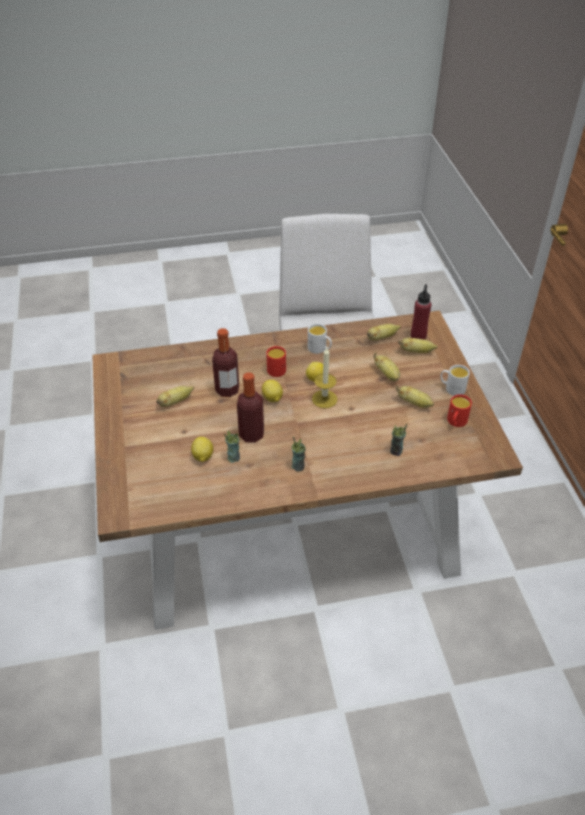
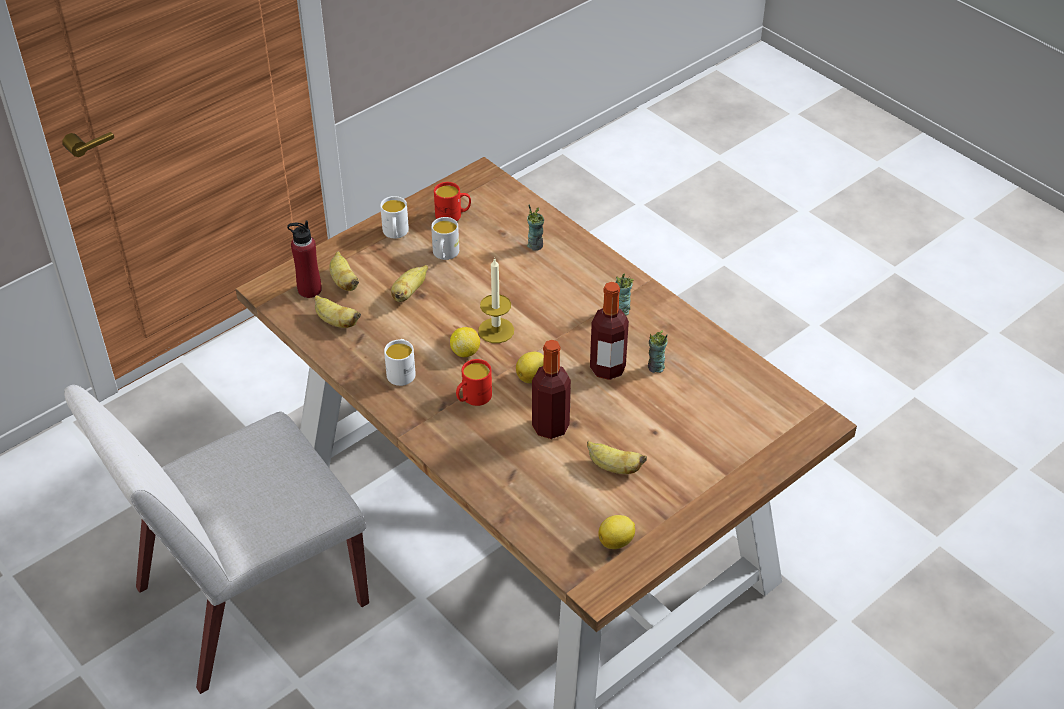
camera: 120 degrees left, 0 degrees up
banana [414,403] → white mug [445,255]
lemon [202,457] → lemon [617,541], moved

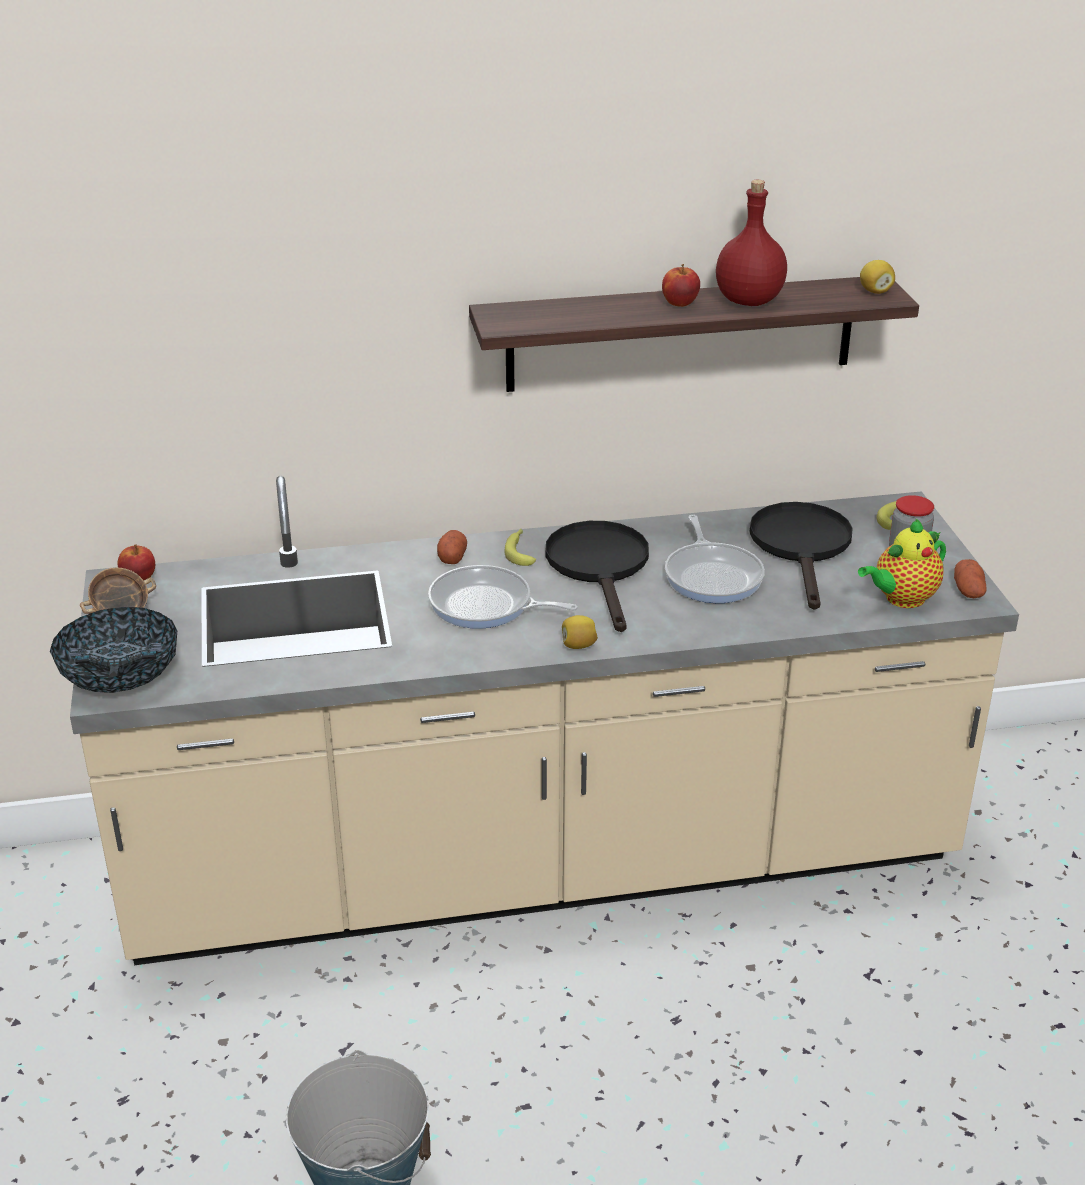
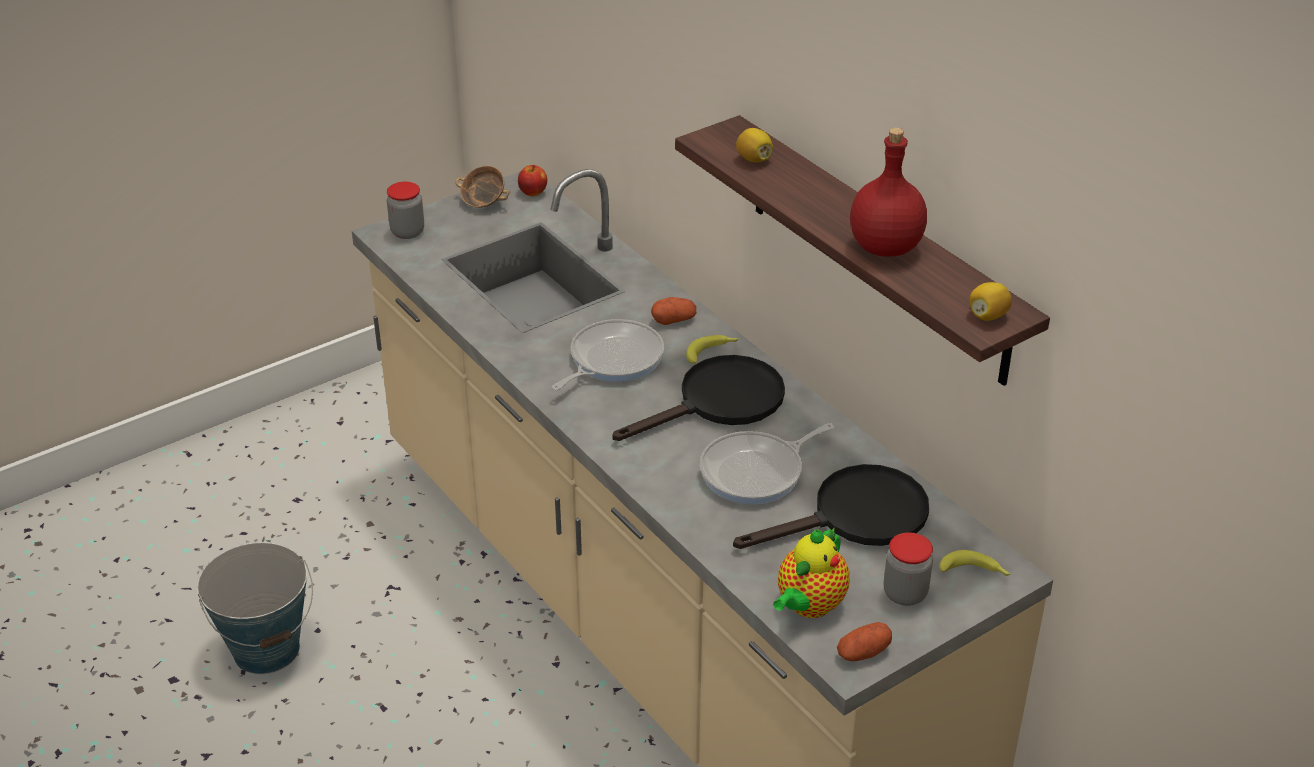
camera: 65 degrees right, 5 degrees up
bowl [120,676] → jar [407,232]
frying pan [486,605] → frying pan [612,360], 45 degrees clockwise
lemon [578,645] → lemon [754,159], moved
teapot [901,599] → teapot [808,606], 90 degrees counterclockwise
apple [679,303] → -

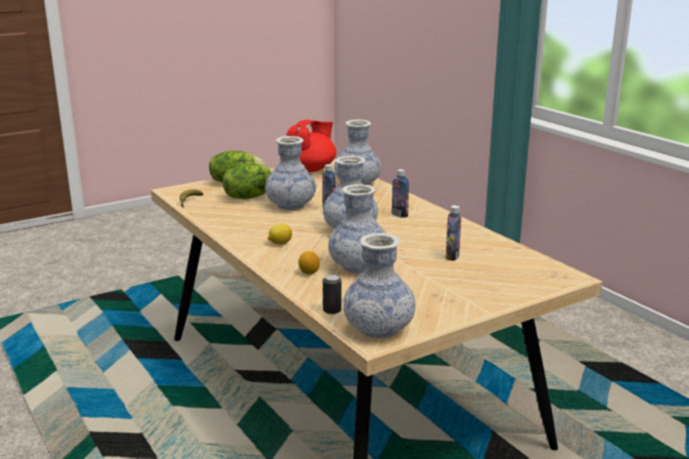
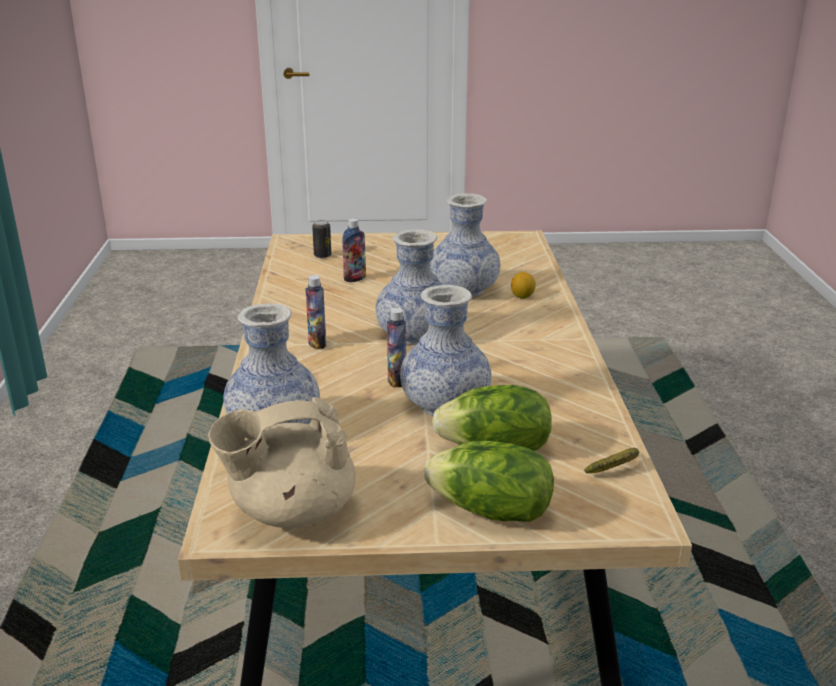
camera: 150 degrees left, 5 degrees up
red teapot [311,169] → beige teapot [291,512]
can [332,310] → can [322,255], moved
lemon [280,244] → -
vase [378,329] → -

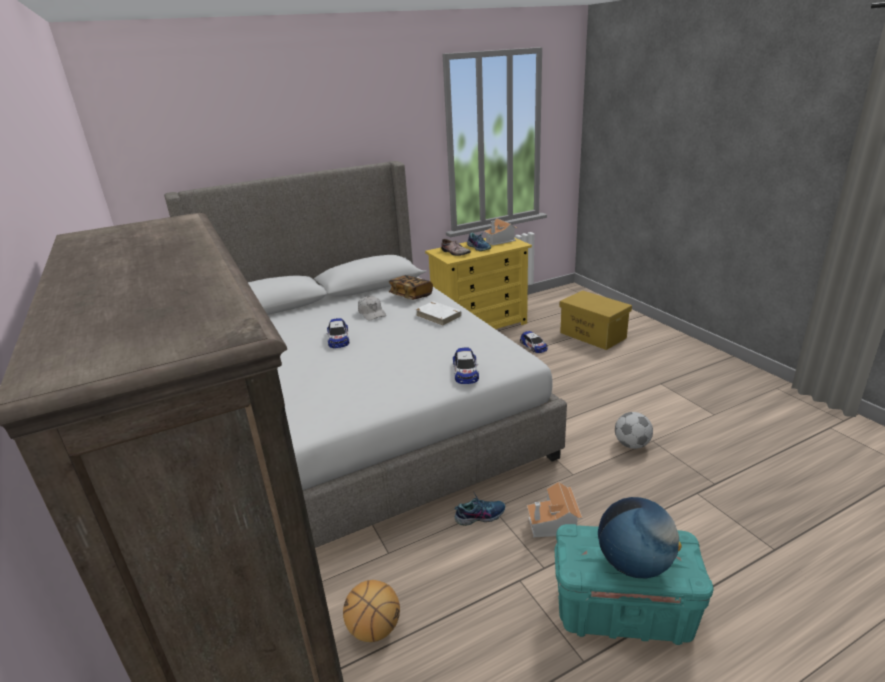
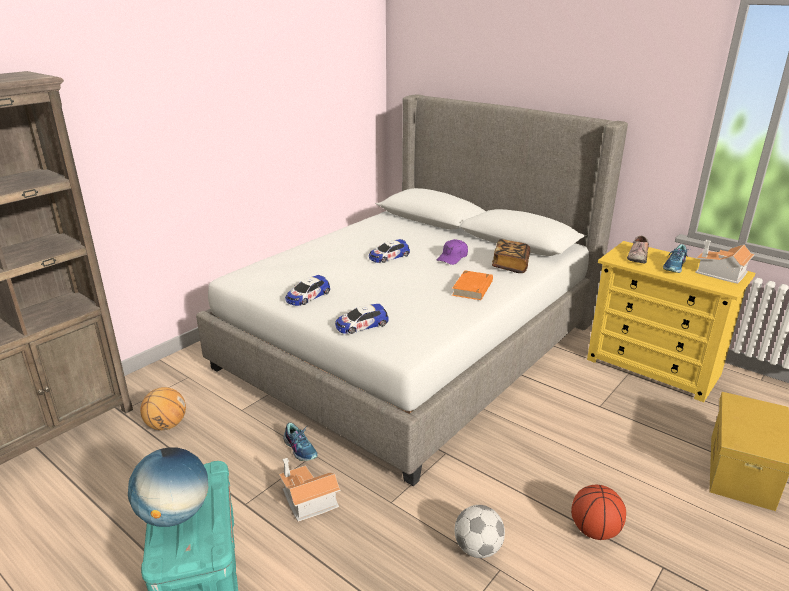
camera: 65 degrees right, 0 degrees up
toy car [533,346] → toy car [308,296], moved
white cap [372,313] → purple cap [452,257]
white book [438,316] → orange book [473,288]
- → basketball [594,530]

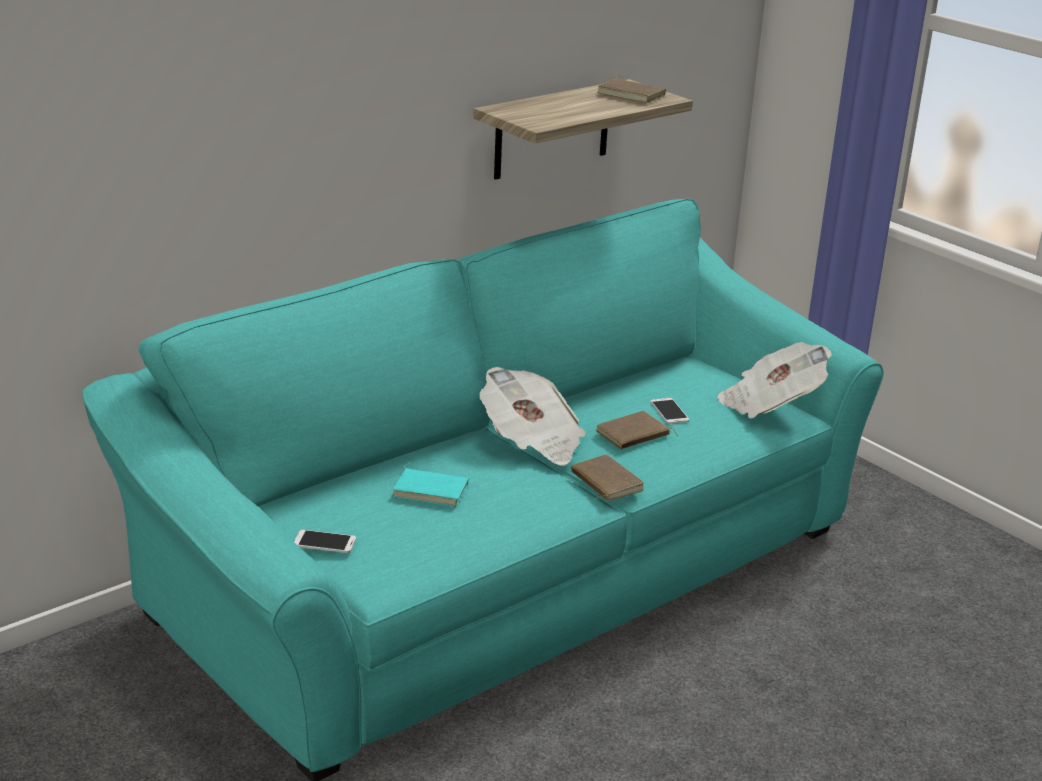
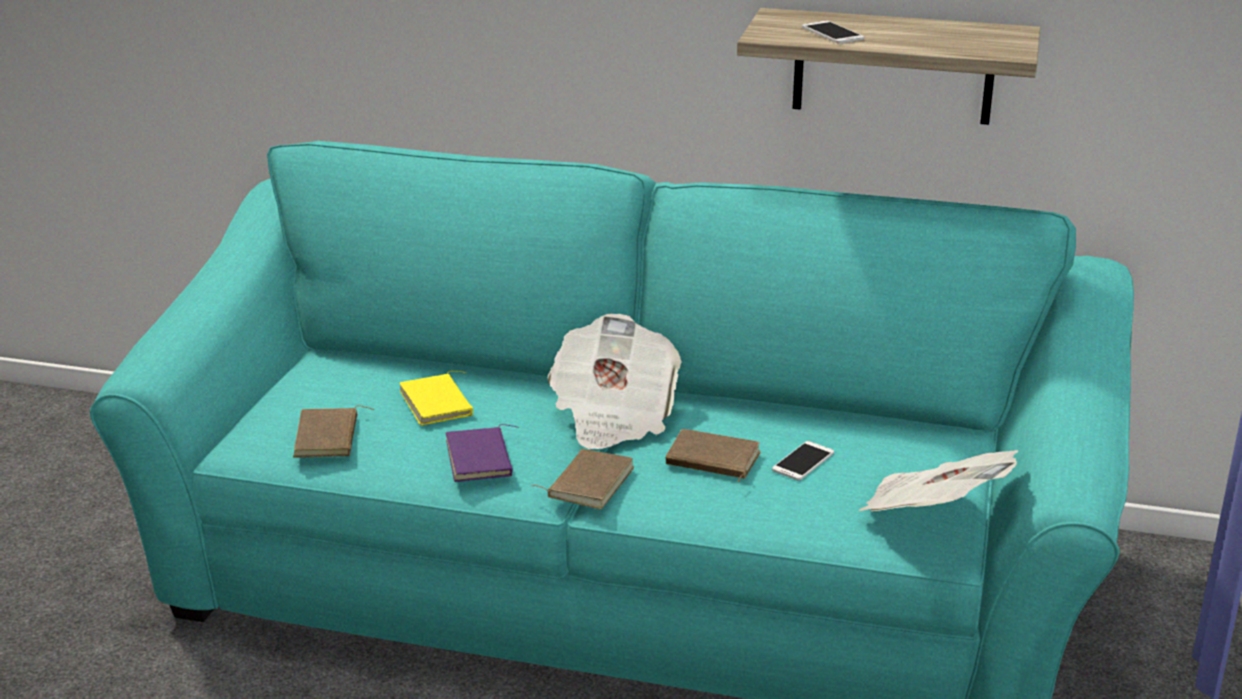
camera: 55 degrees right, 0 degrees up
brown book [632,94] → brown book [329,438], moved
turquoise book [431,490] → yellow book [439,403]
- → purple book [482,459]
phone [324,542] → phone [832,33], moved

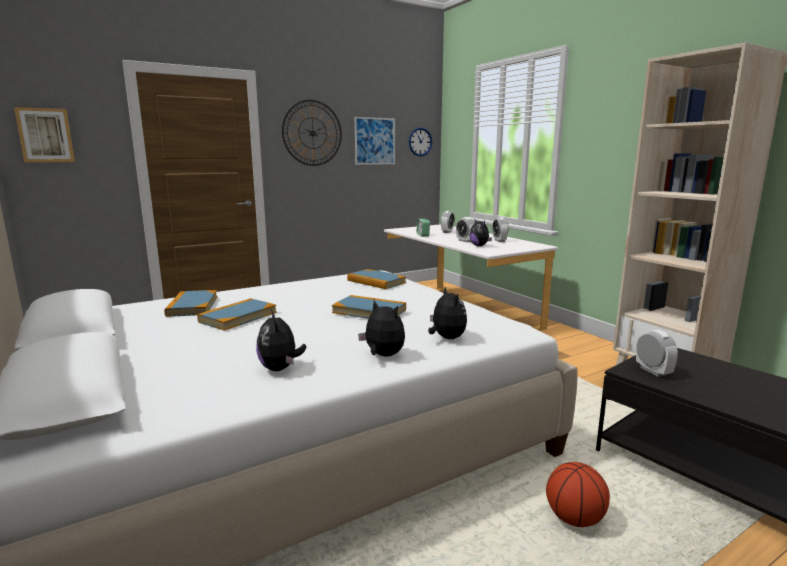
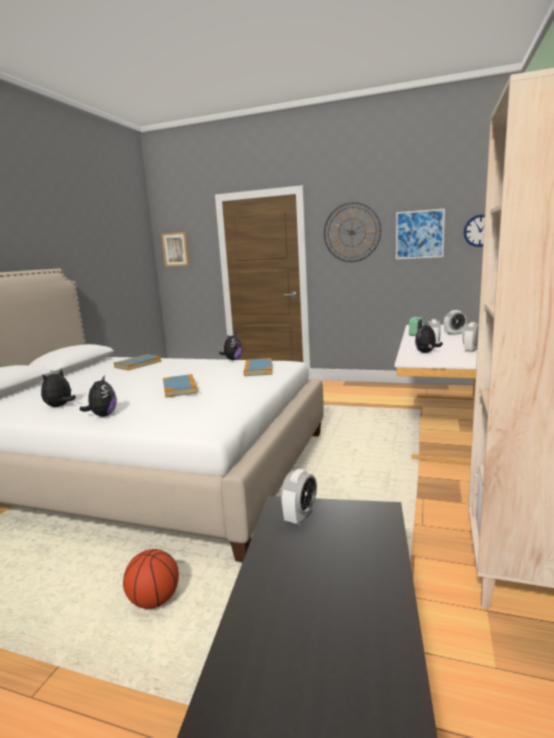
camera: 50 degrees right, 0 degrees up
plush toy [446,338] → plush toy [233,359], moved
book [238,317] → -

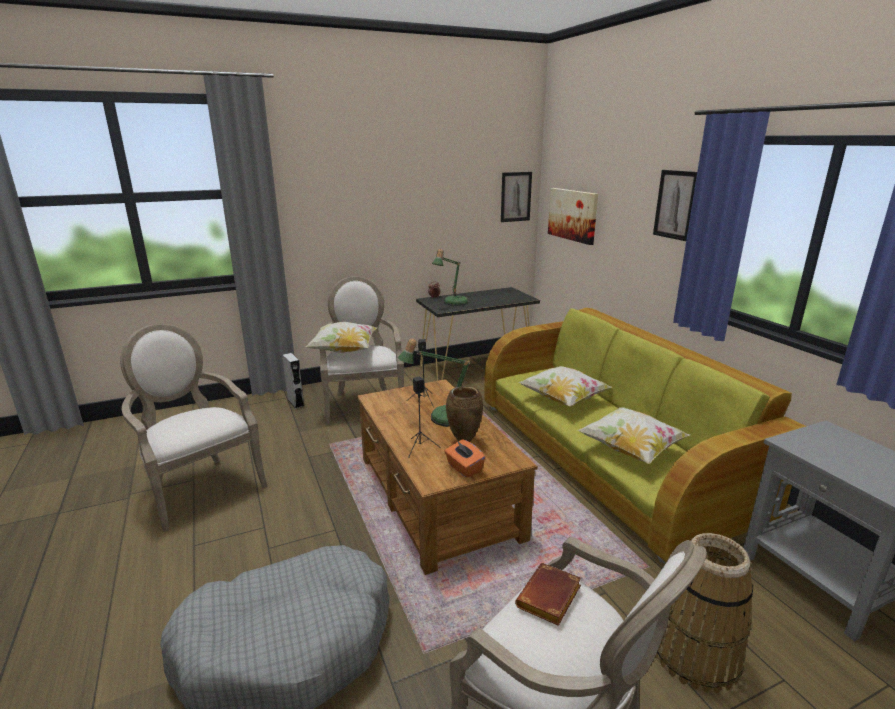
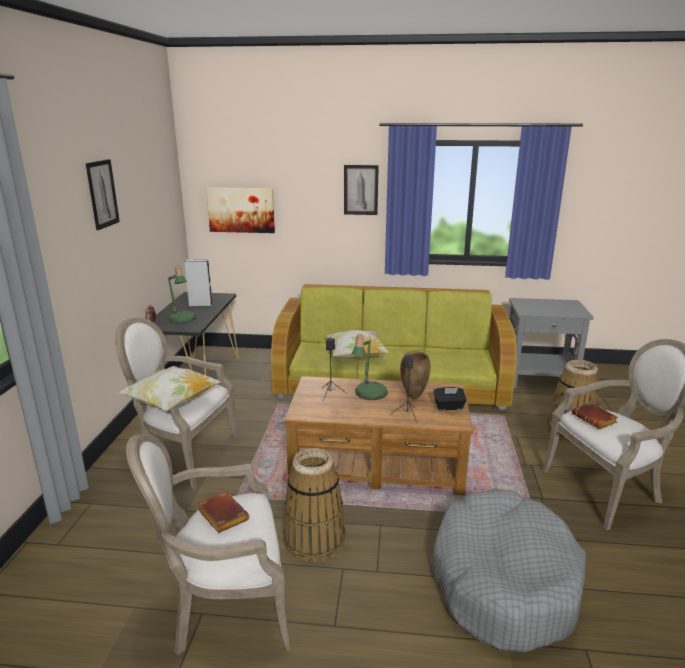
camera: 60 degrees left, 0 degrees up
picture [515,197] → picture [102,194], moved
grey speaker [295,402] → grey speaker [200,305], moved
- → brown book [221,515]
- → basket [314,539]
orange tissue box [464,468] → black tissue box [449,407]
pillow [630,450] → -

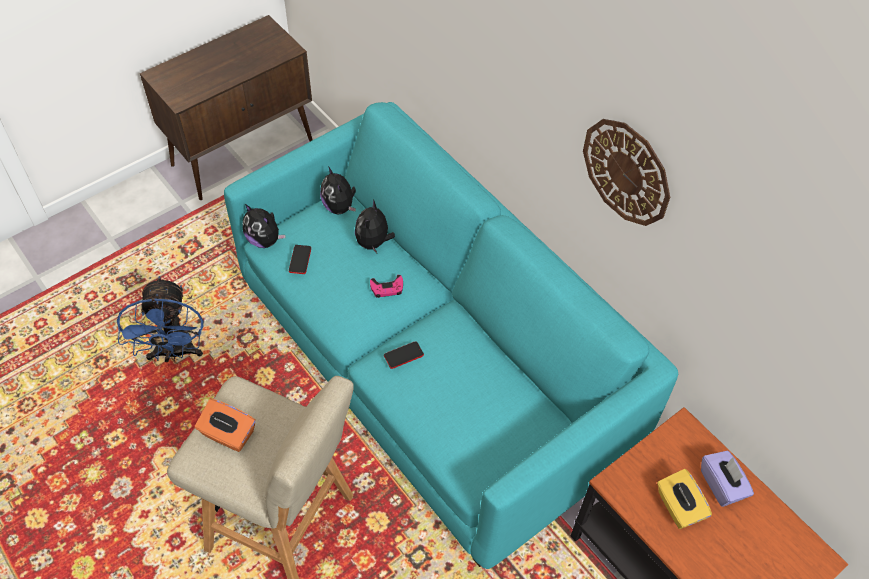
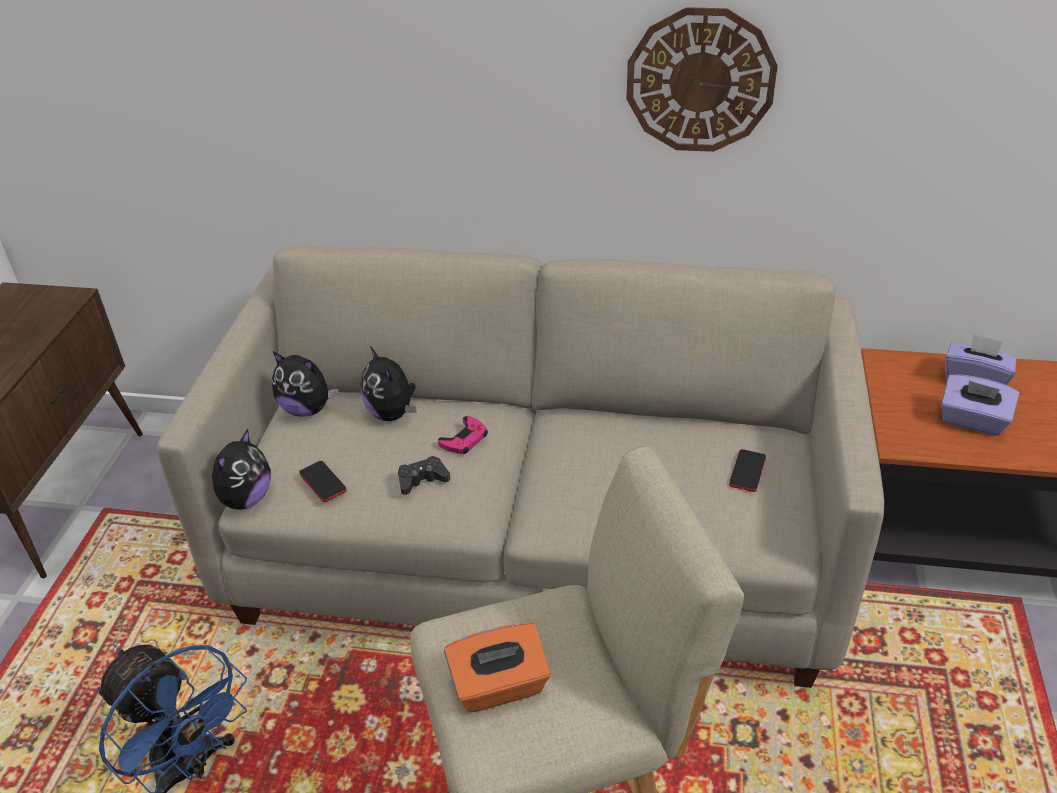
camera: 40 degrees left, 15 degrees down
turquoise sofa [433,370] → beige sofa [536,548]
plush toy [265,240] → plush toy [245,499], 60 degrees counterclockwise
- → black game controller [422,480]
phone [403,355] → phone [747,471], moved
yellow tissue box [678,507] → purple tissue box [972,421]

